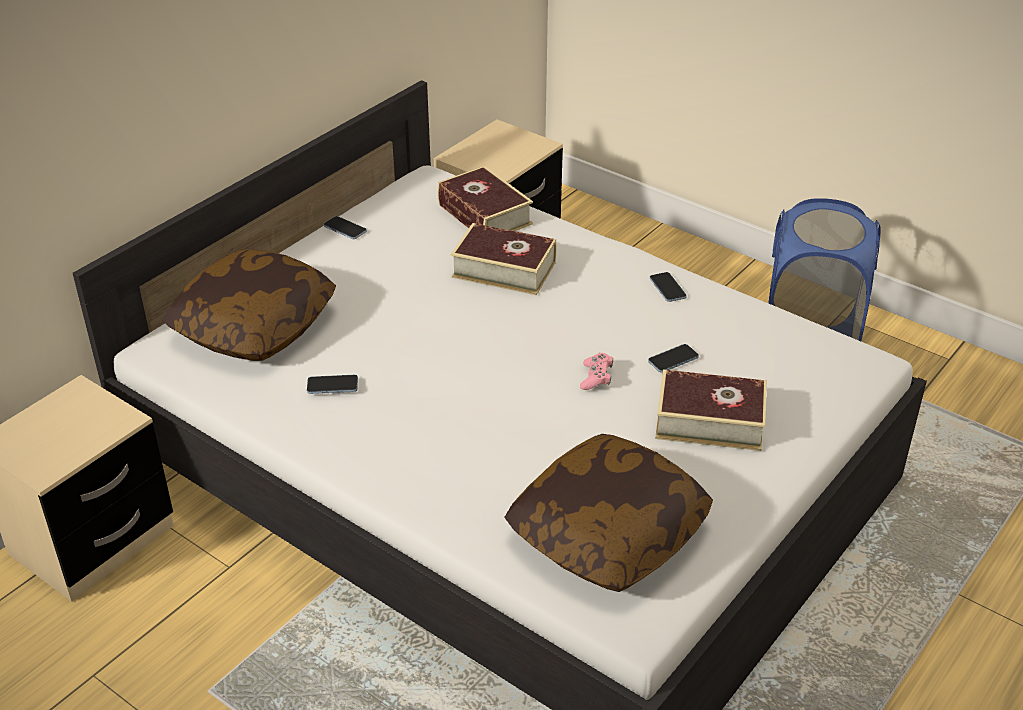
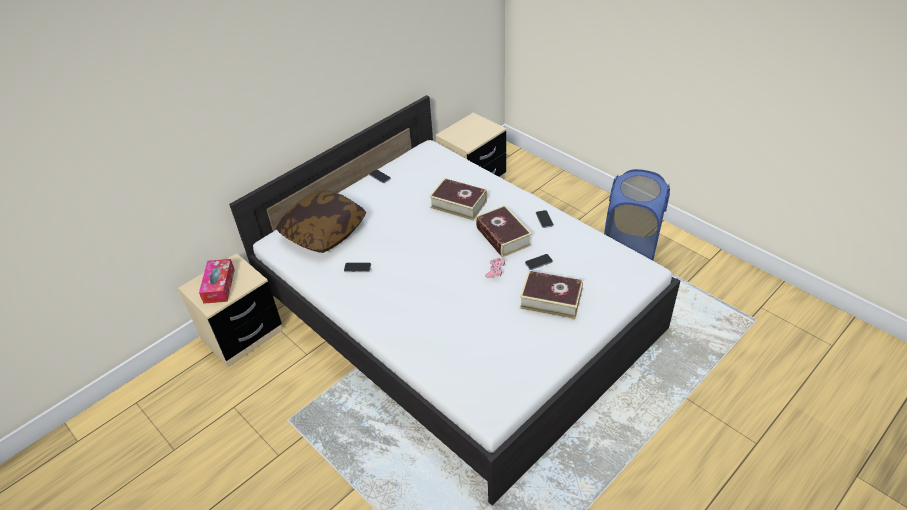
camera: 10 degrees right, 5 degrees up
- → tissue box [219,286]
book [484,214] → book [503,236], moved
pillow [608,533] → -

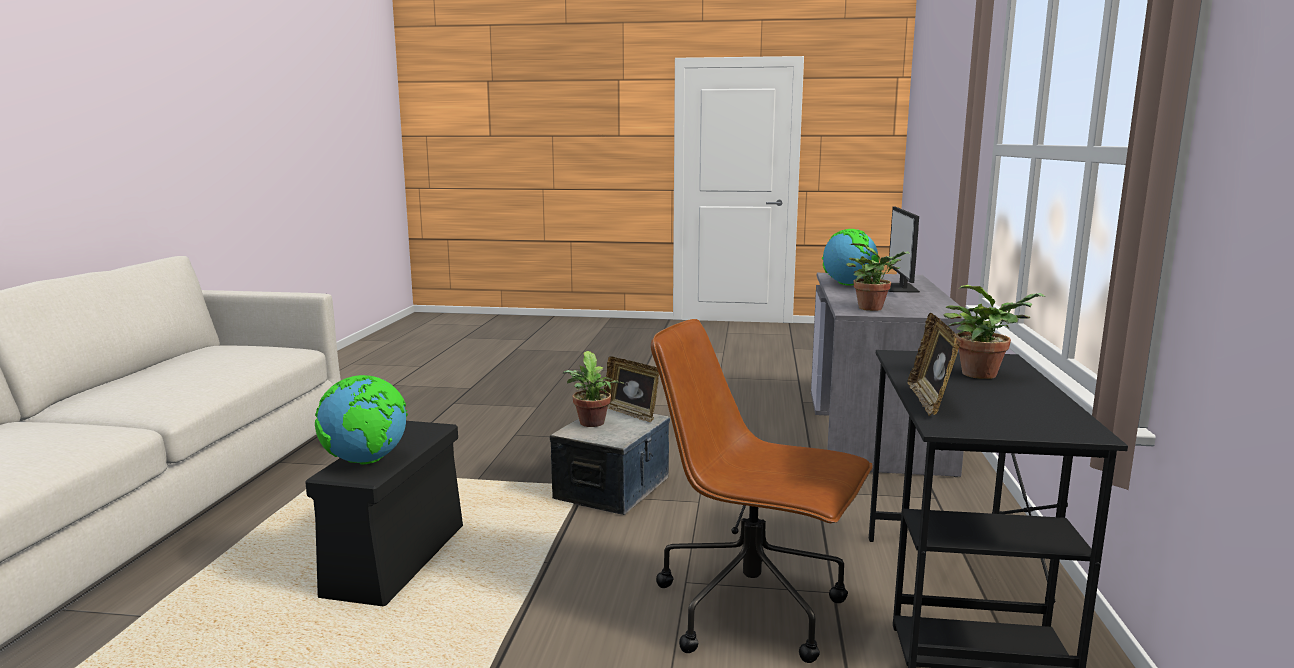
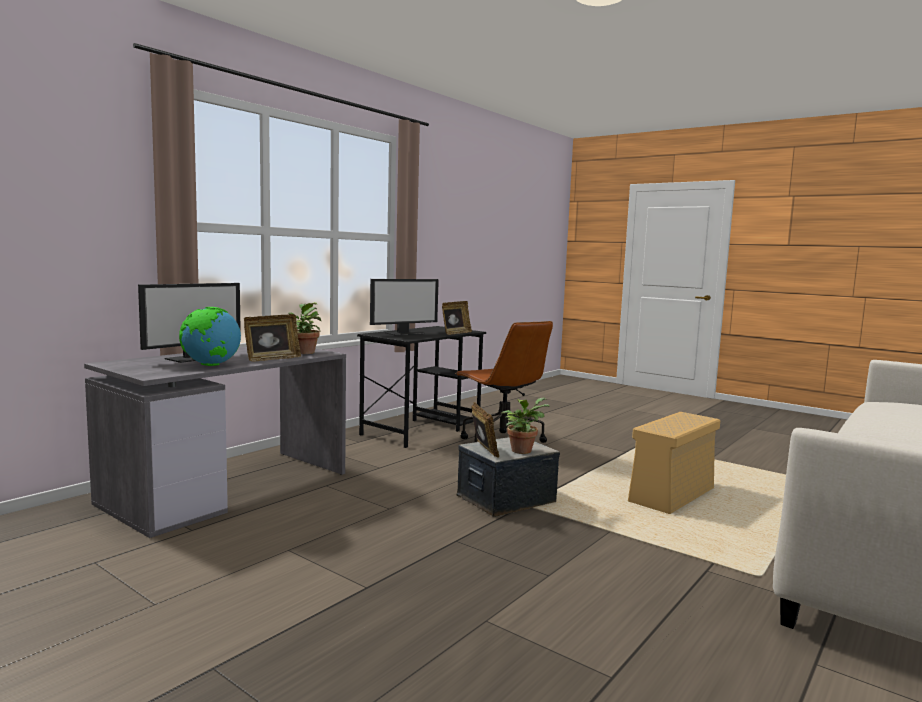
camera: 150 degrees left, 5 degrees down
- → picture frame [272,359]
potted plant [983,374] → monitor [404,333]
black storage box [395,561] → beige storage box [672,494]
globe [366,461] → -

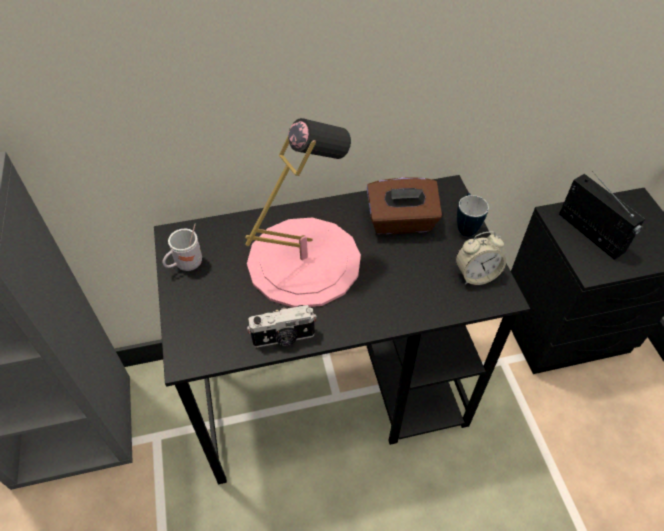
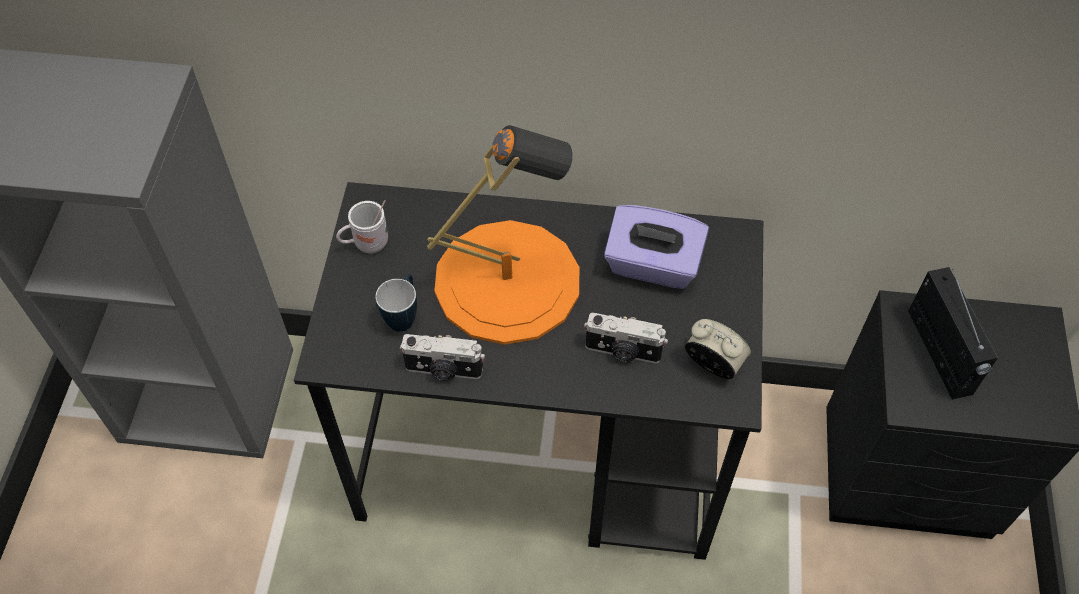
camera: 20 degrees right, 5 degrees up
mug [466,226] → mug [404,316], moved
pink table lamp [304,261] → orange table lamp [507,281]
- → photo camera [623,352]
brown tissue box [401,222] → purple tissue box [652,265]
alarm clock [475,275] → alarm clock [713,364], 150 degrees counterclockwise

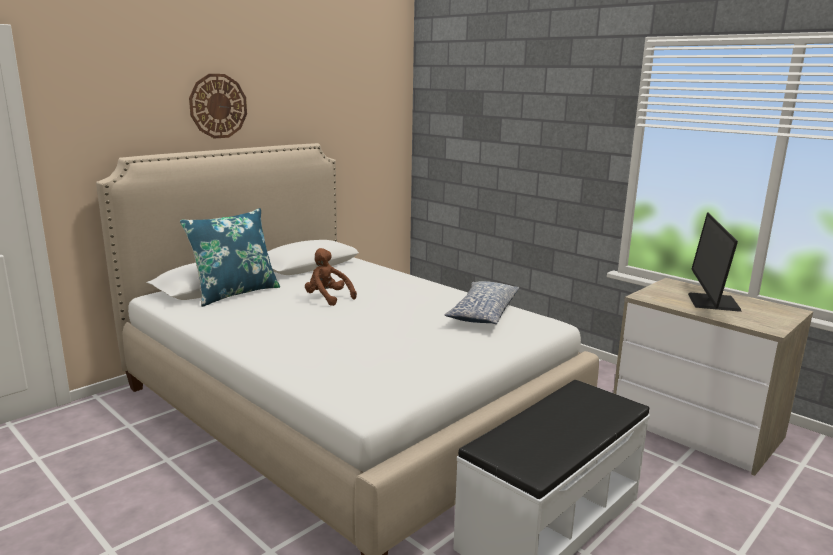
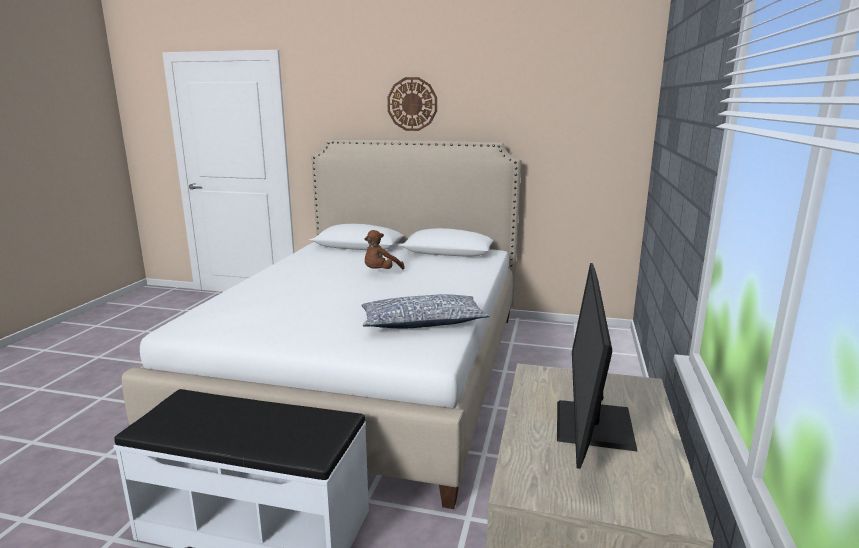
camera: 60 degrees right, 0 degrees up
brown plush toy [327,298] → brown plush toy [380,272], 150 degrees counterclockwise
monitor [711,302] → monitor [591,424], 60 degrees counterclockwise
blue pillow [235,293] → -

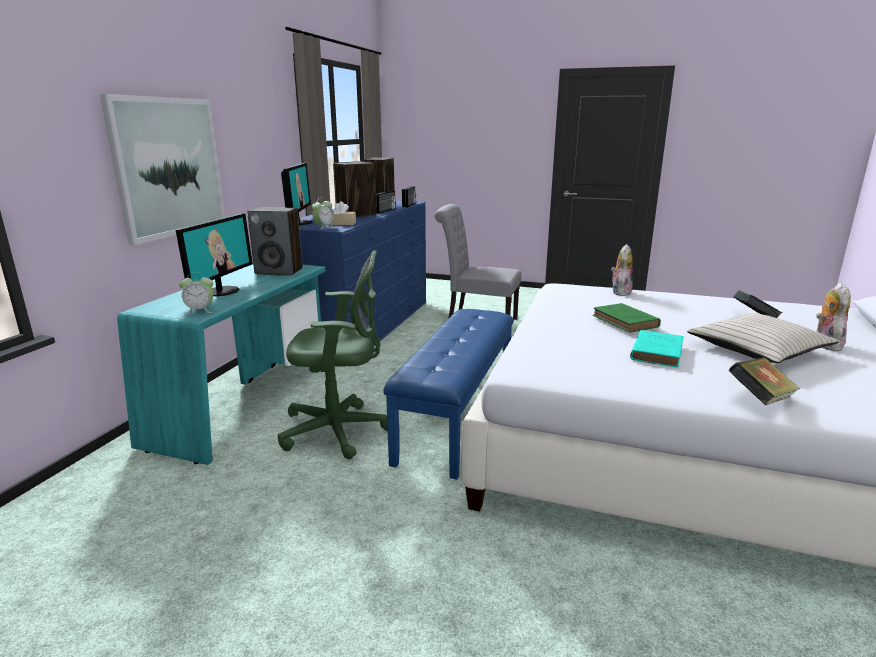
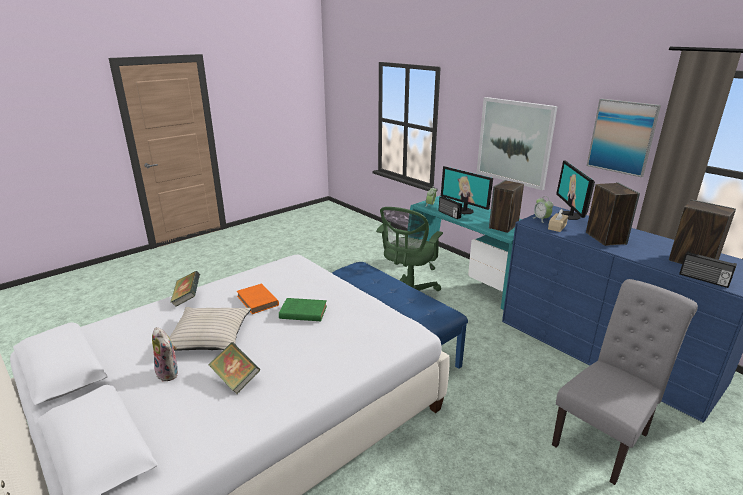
camera: 120 degrees right, 5 degrees up
turquoise book [657,351] → orange book [258,301]
radio [385,211] → radio [449,214], moved
monitor [299,222] → monitor [569,215], 60 degrees clockwise
- → picture [622,137]
plush toy [620,292] → -

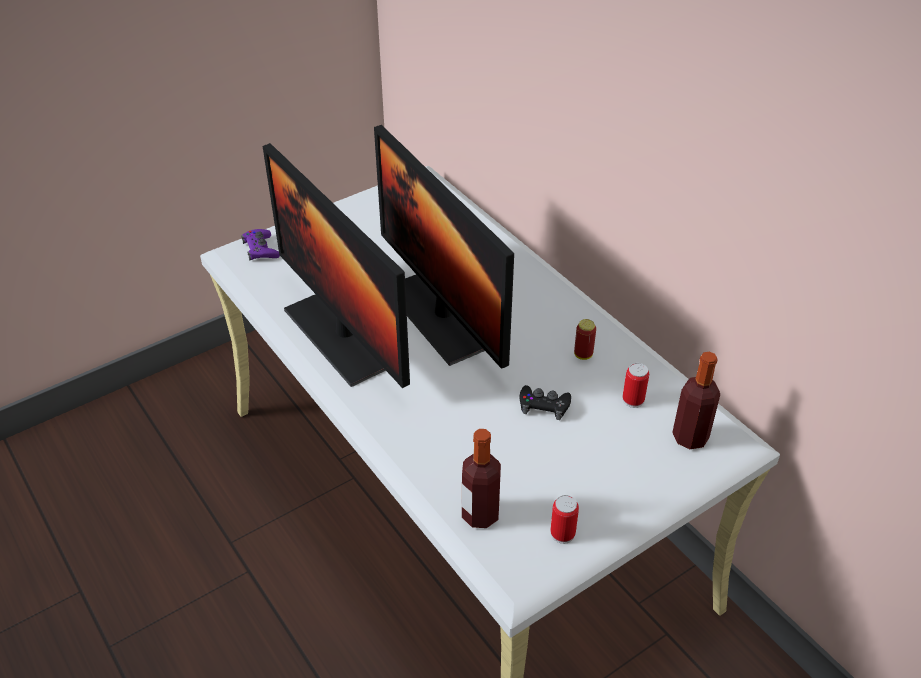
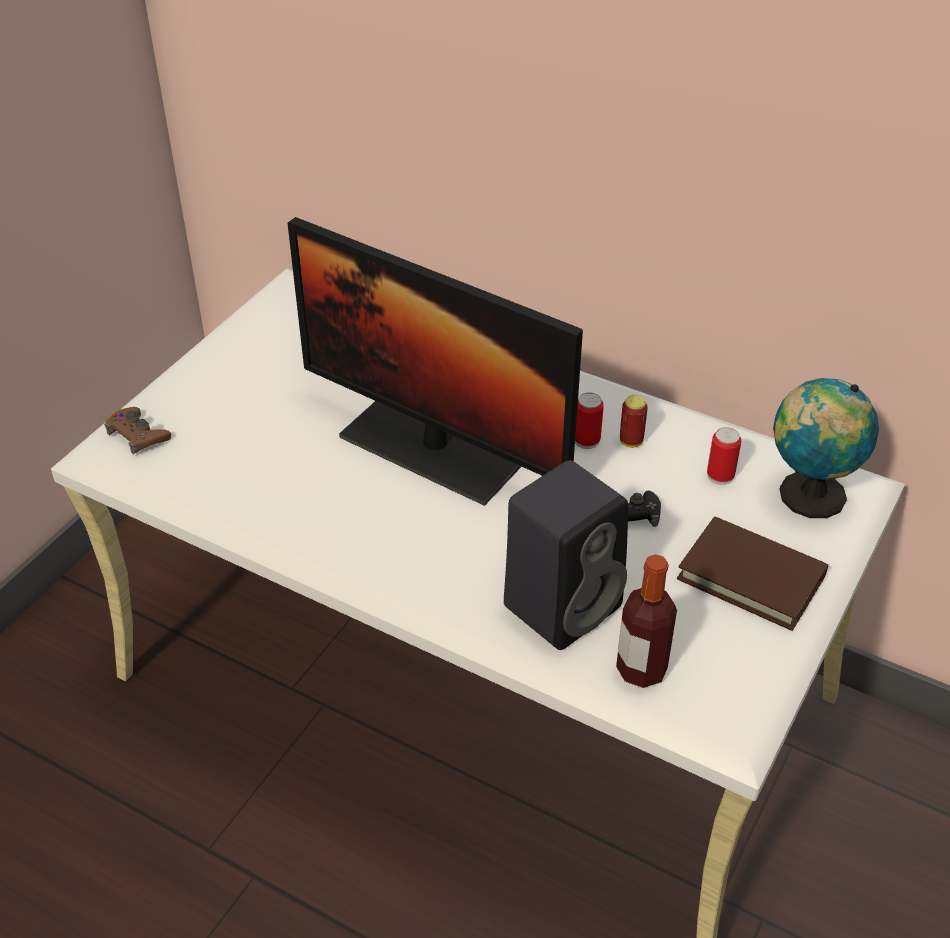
camera: 25 degrees left, 0 degrees up
purple game controller [260,249] → brown game controller [138,435]
- → black speaker [564,604]
can [562,533] → can [586,440], moved
- → brown book [751,577]
bottle [690,437] → globe [808,496]
monitor [342,335] → -

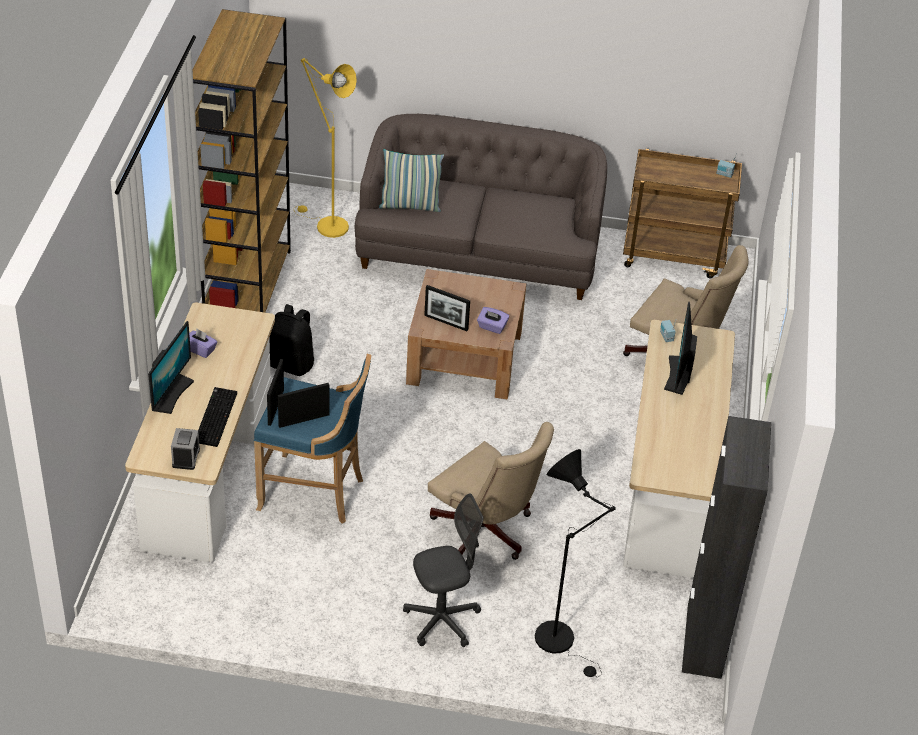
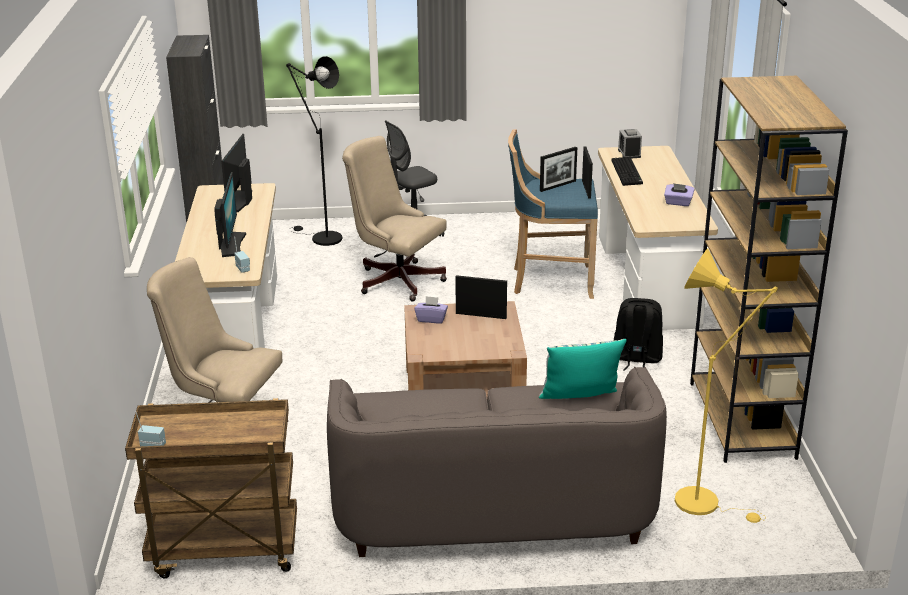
camera: 170 degrees right, 15 degrees down
monitor [171,394] → monitor [239,201], moved

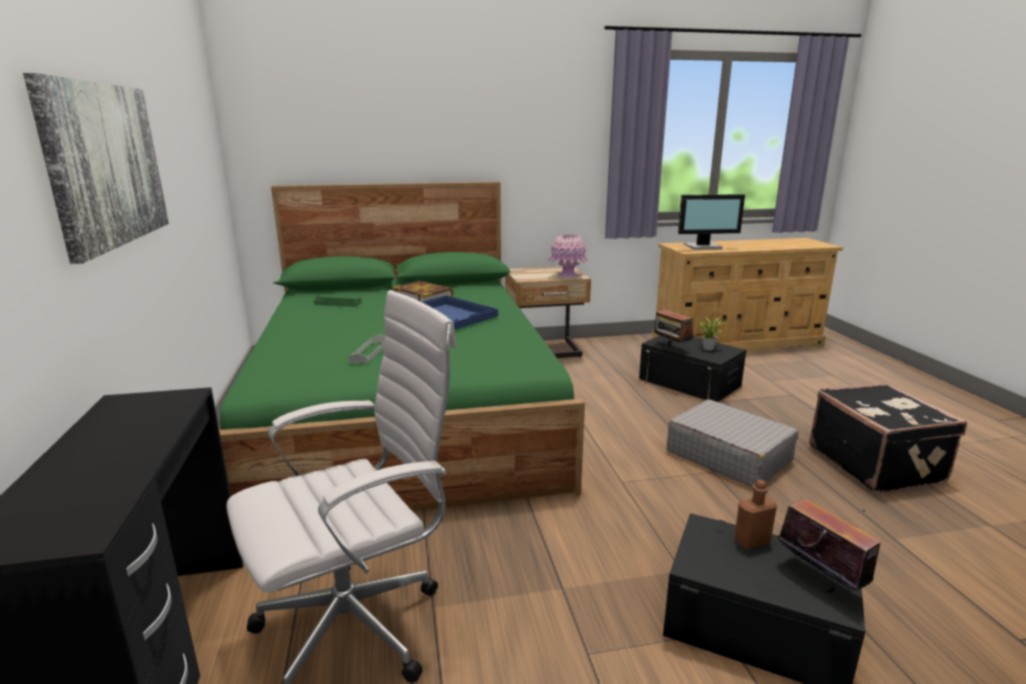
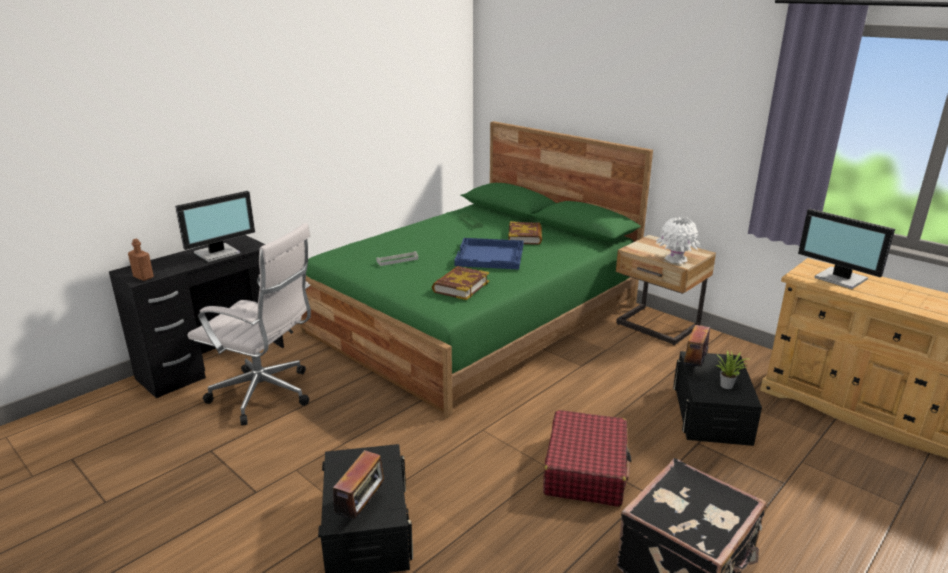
camera: 55 degrees right, 5 degrees up
brown bottle [751,541] → brown bottle [143,277], moved
- → monitor [218,253]
- → book [460,287]
grey suitcase [728,456] → red suitcase [586,469]
pink vase [567,275] → white vase [675,259]
picture [107,165] → -

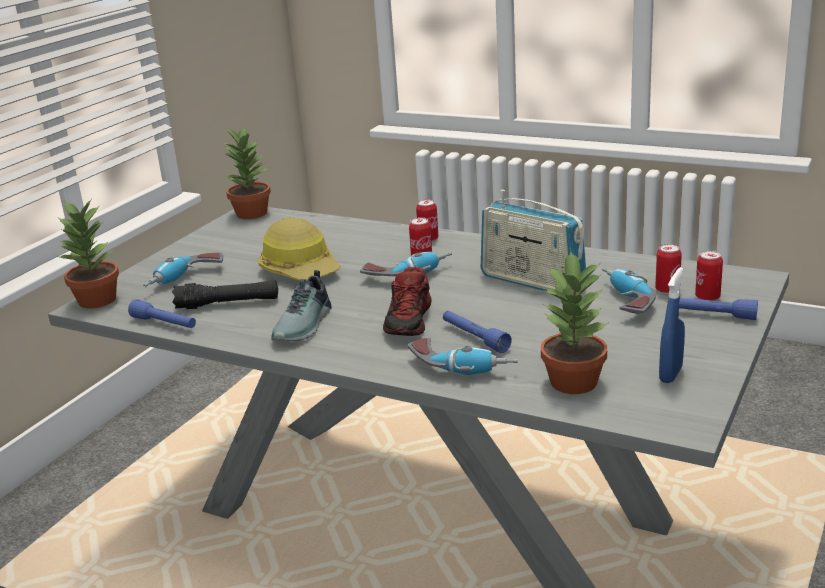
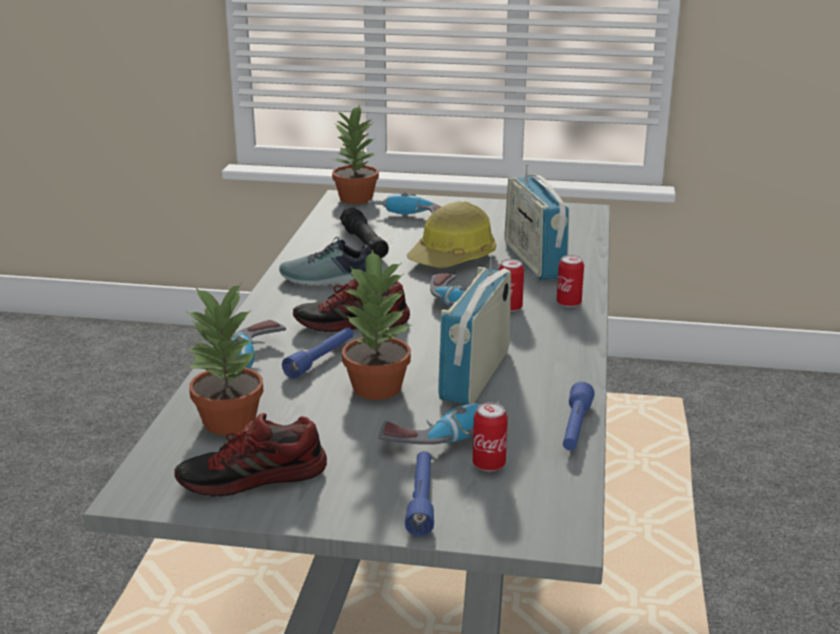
camera: 70 degrees right, 0 degrees up
blue spray bottle [670,374] → shoe [253,478]
potted plant [251,213] → potted plant [378,387], moved
- → radio [534,261]
blue flashlight [164,323] → blue flashlight [575,428], moved
can [707,297] → -

